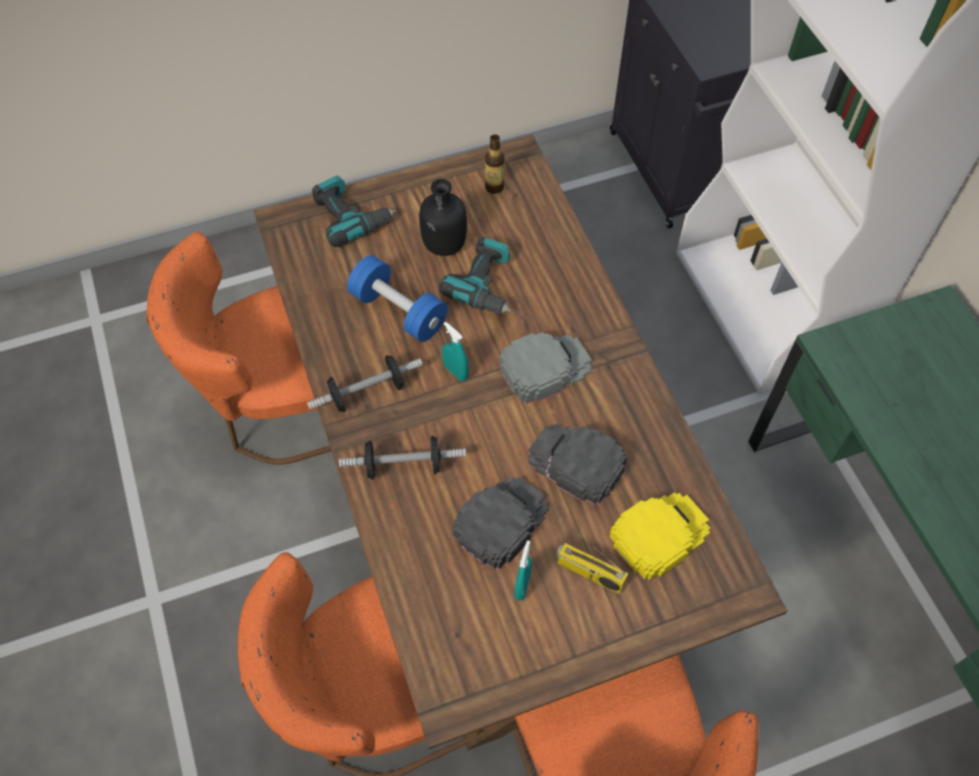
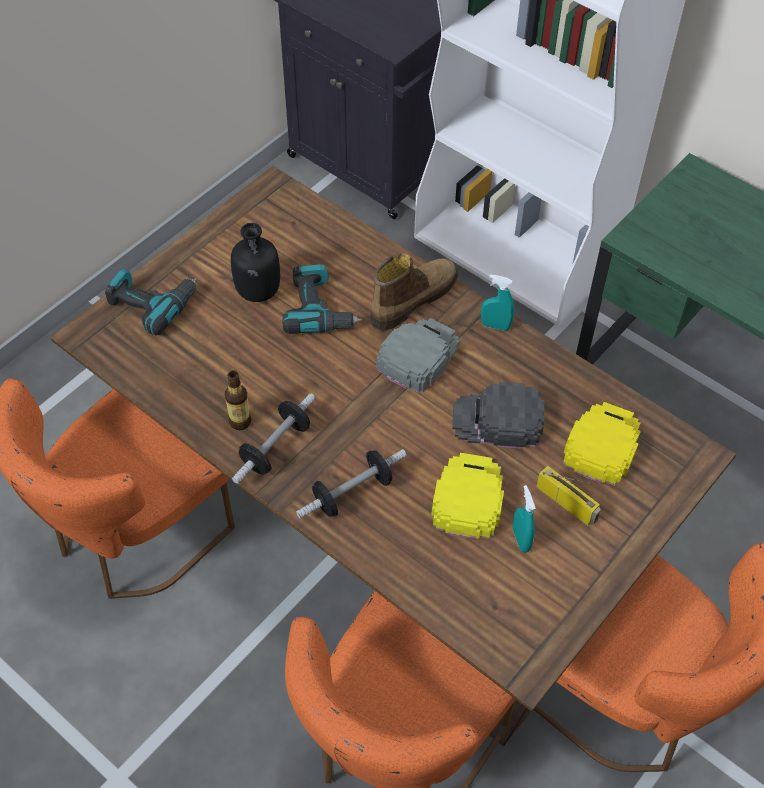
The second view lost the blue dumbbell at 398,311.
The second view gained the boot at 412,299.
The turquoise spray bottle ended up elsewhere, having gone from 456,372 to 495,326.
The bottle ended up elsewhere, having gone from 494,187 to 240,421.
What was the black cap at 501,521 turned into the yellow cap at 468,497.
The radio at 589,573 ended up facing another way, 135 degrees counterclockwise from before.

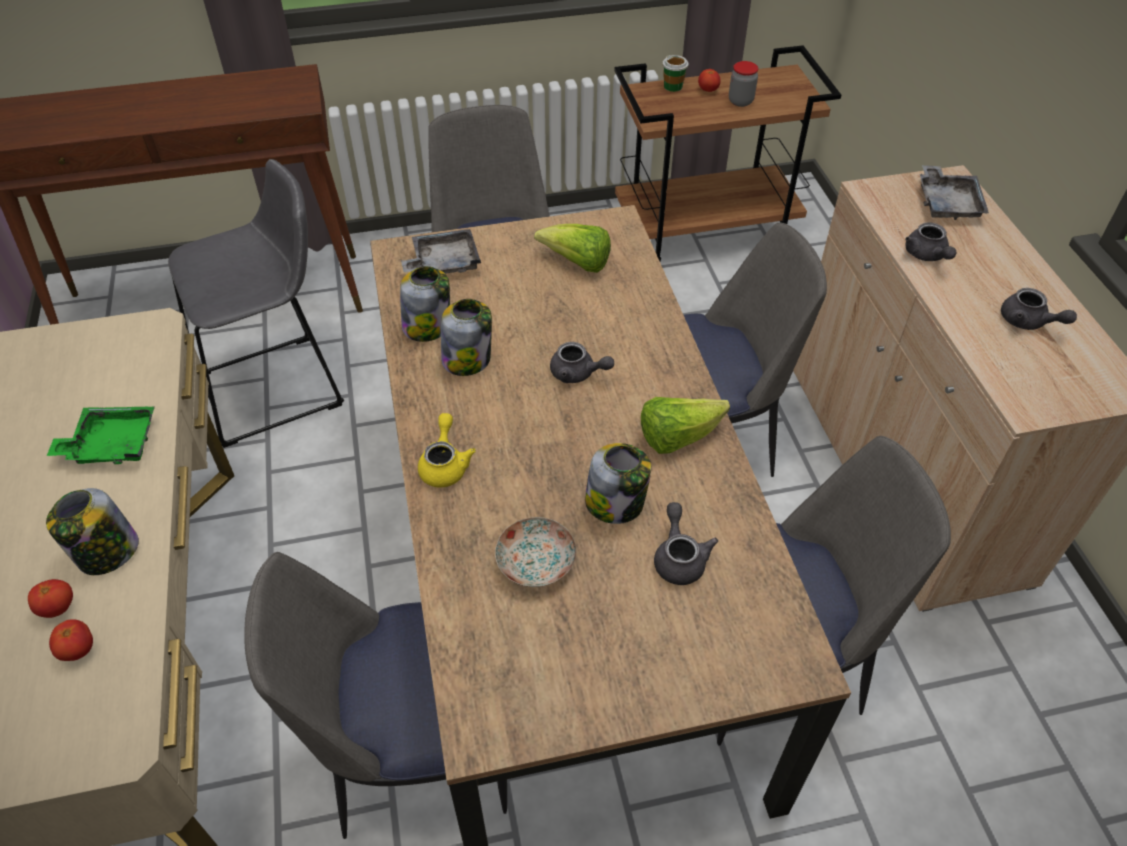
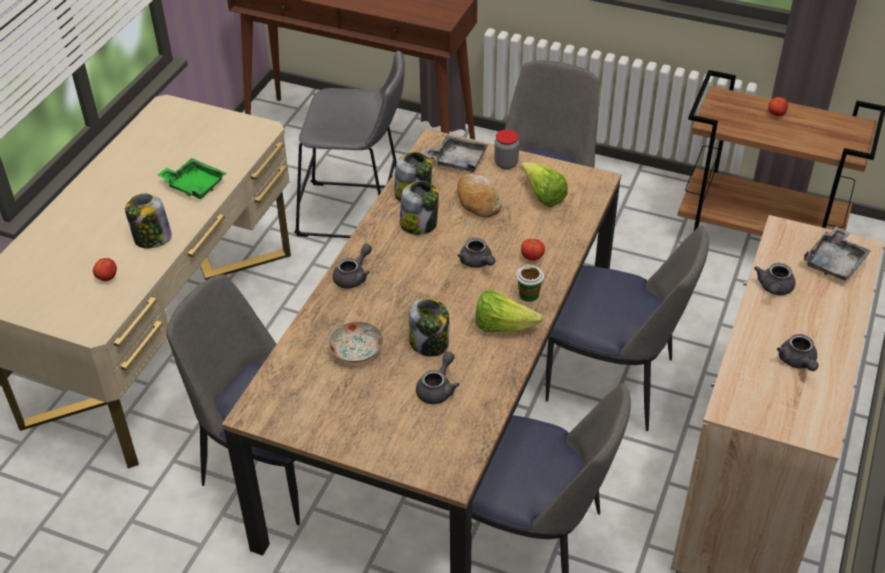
The second view gained the bread at 477,201.
The tomato ended up elsewhere, having gone from 58,608 to 532,257.
The cup ended up elsewhere, having gone from 673,86 to 529,294.
The jar ended up elsewhere, having gone from 740,101 to 506,163.
What was the yellow teapot at 445,464 turned into the grey teapot at 354,276.

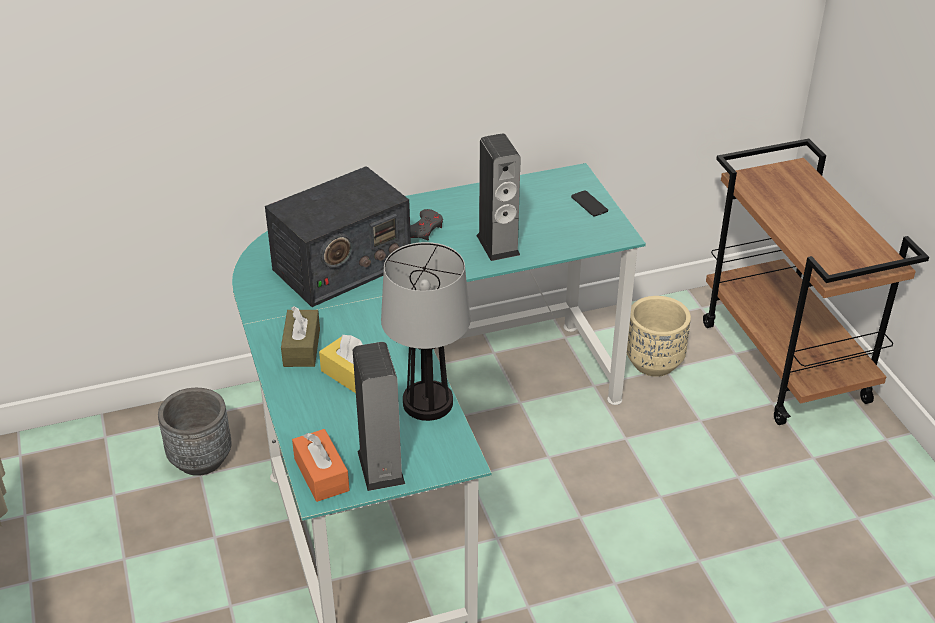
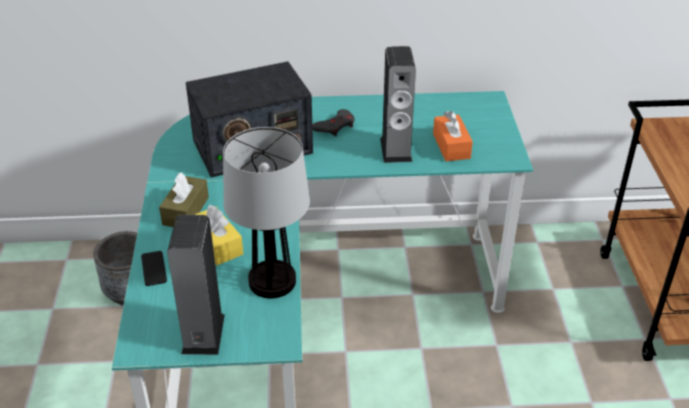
The second view lost the beige planter at 653,363.
The orange tissue box ended up elsewhere, having gone from 321,474 to 451,146.
The phone ended up elsewhere, having gone from 589,204 to 154,269.

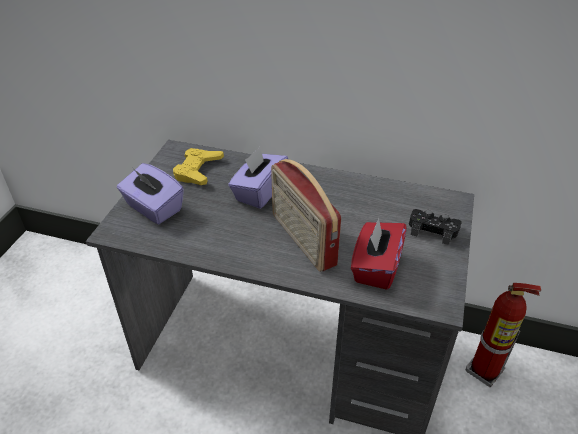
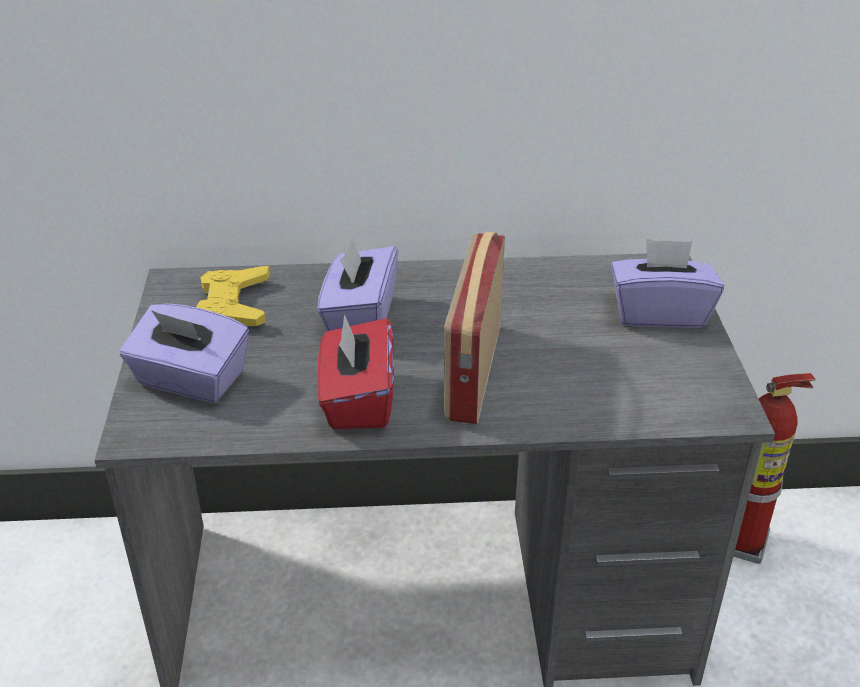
The red tissue box ended up elsewhere, having gone from 375,267 to 357,400.
Where the black game controller stood at 433,230, the purple tissue box came to stand at 659,313.
The radio at 302,240 ended up facing another way, 60 degrees clockwise from before.

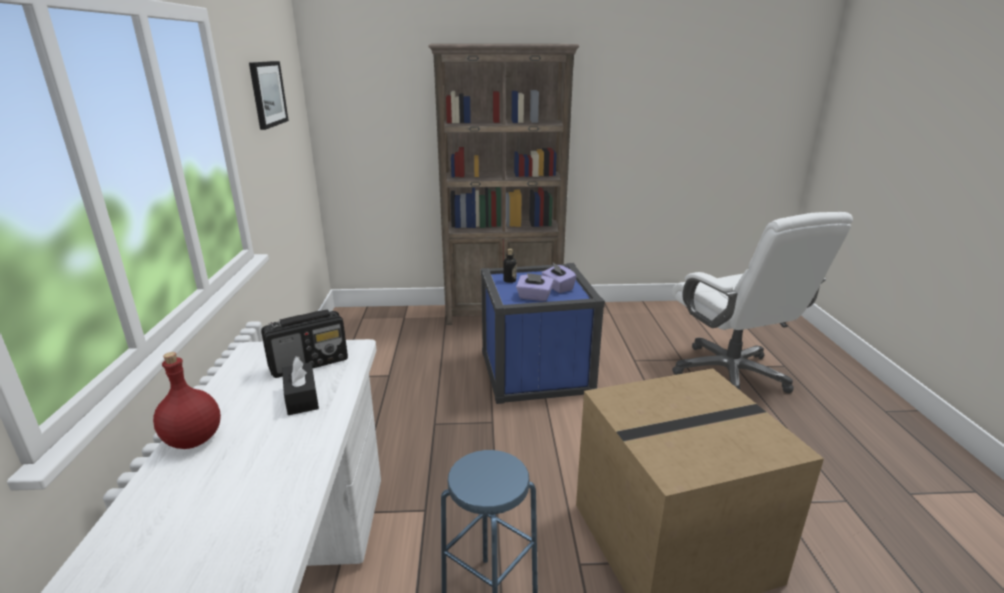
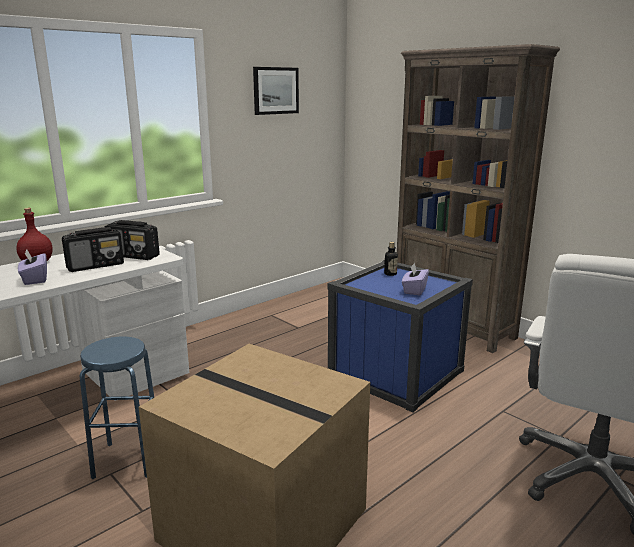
The purple tissue box ended up elsewhere, having gone from 534,297 to 35,279.
Where the black tissue box stood at 301,397, the radio came to stand at 96,266.

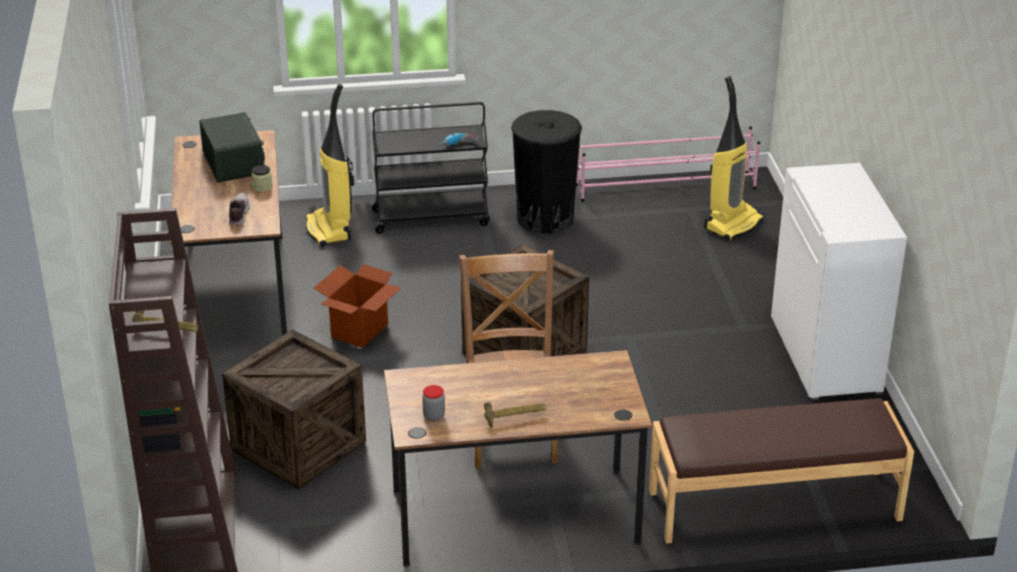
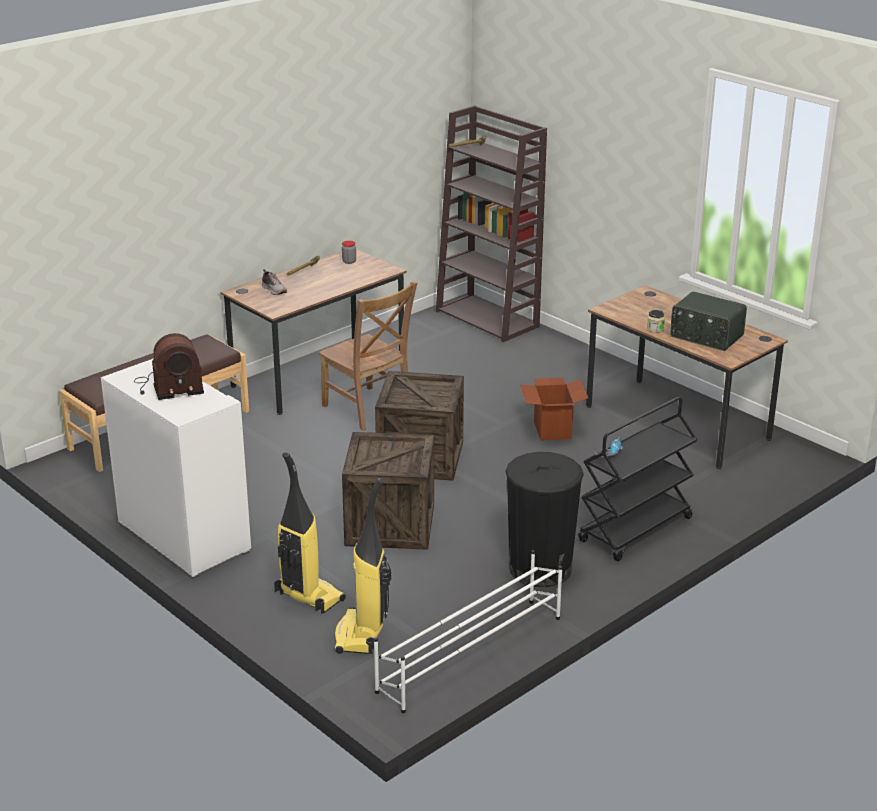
The second view gained the radio at 168,386.
The crate ended up elsewhere, having gone from 298,445 to 390,524.
The shoe ended up elsewhere, having gone from 238,214 to 274,290.
The vacuum cleaner ended up elsewhere, having gone from 330,230 to 308,597.
What was the pink shoe rack at 666,186 turned into the white shoe rack at 469,654.

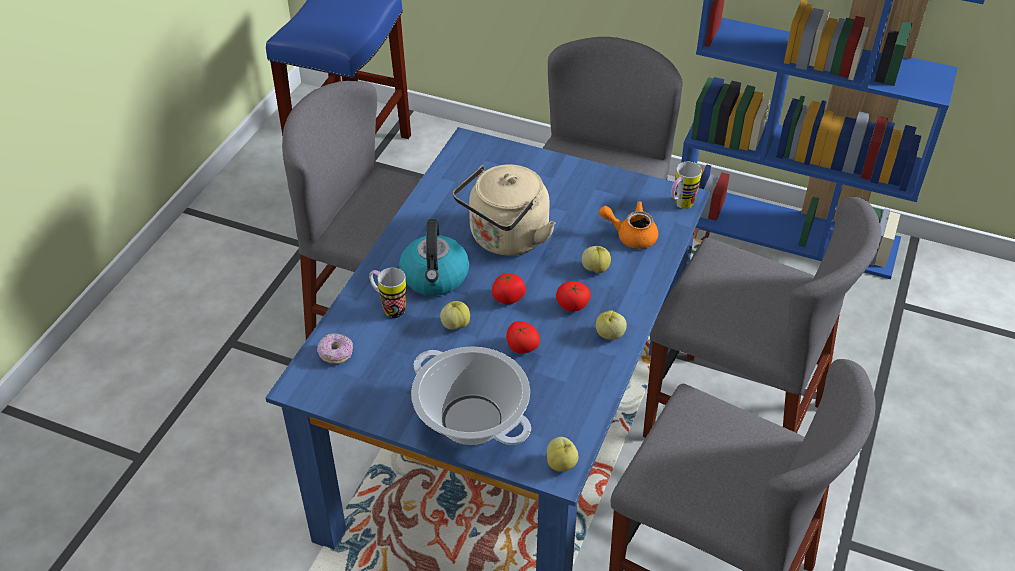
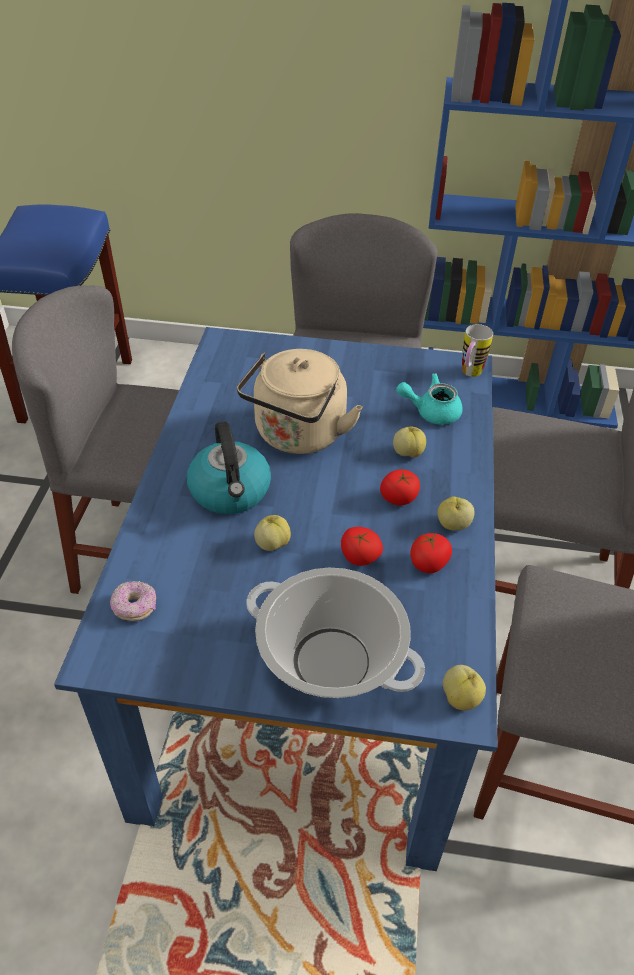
The second view lost the mug at 389,308.
The tomato ended up elsewhere, having gone from 508,298 to 429,564.
What was the orange teapot at 631,235 turned into the turquoise teapot at 431,411.

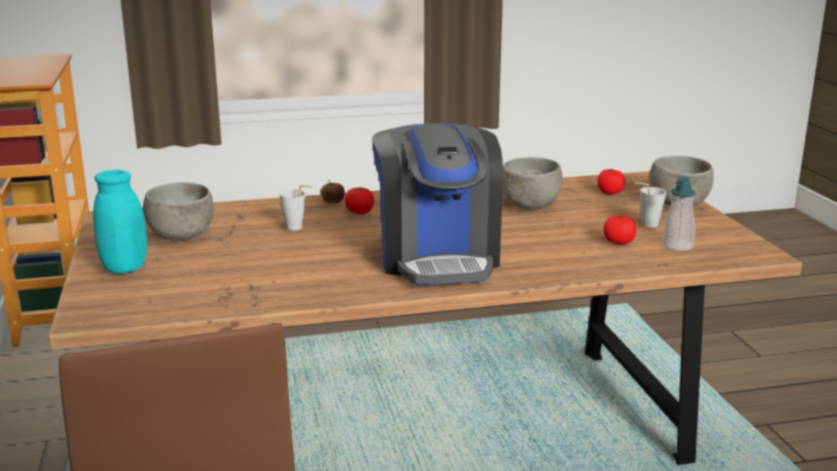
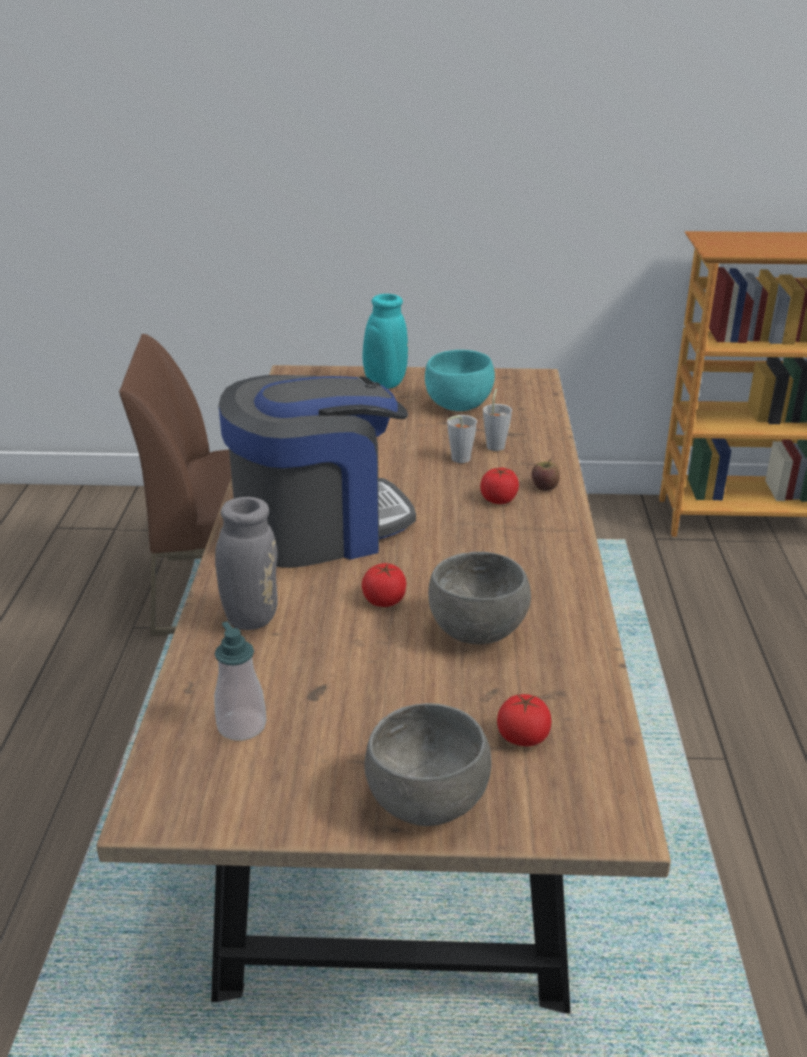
The second view gained the grey vase at 249,617.
The tomato ended up elsewhere, having gone from 618,242 to 384,600.
The grey cup ended up elsewhere, having gone from 645,224 to 496,445.
What was the grey bowl at 180,237 turned into the turquoise bowl at 458,405.
The coffee machine at 438,258 ended up facing another way, 150 degrees clockwise from before.

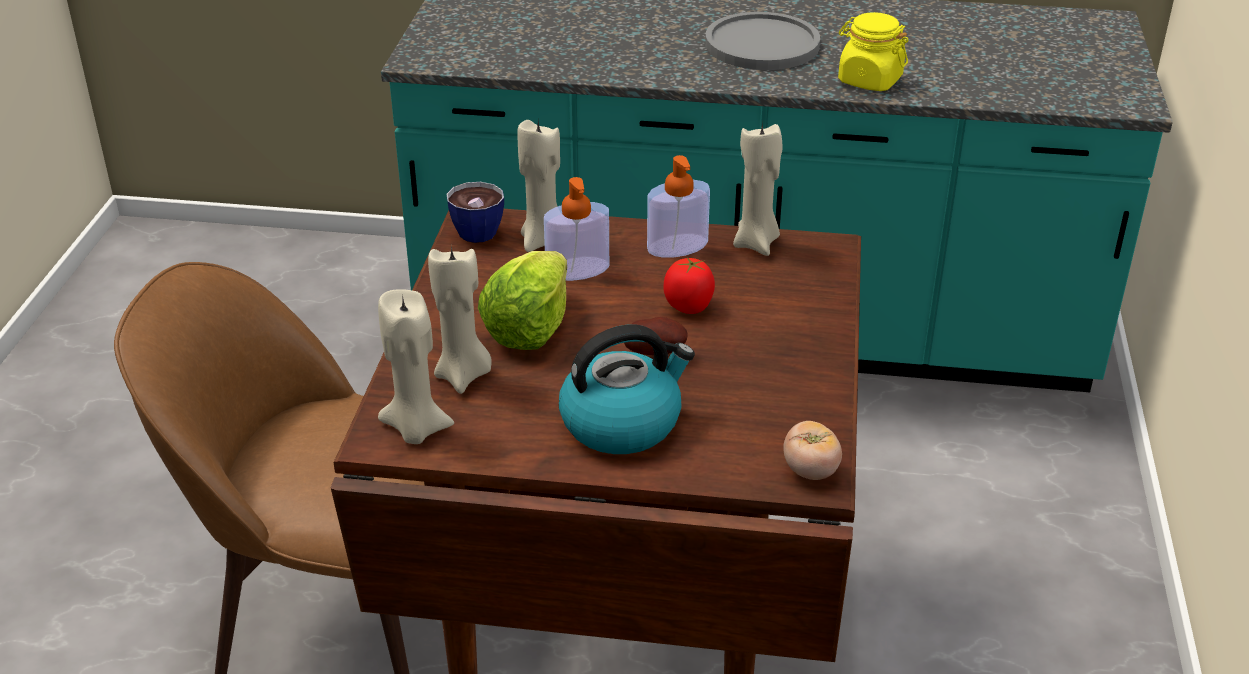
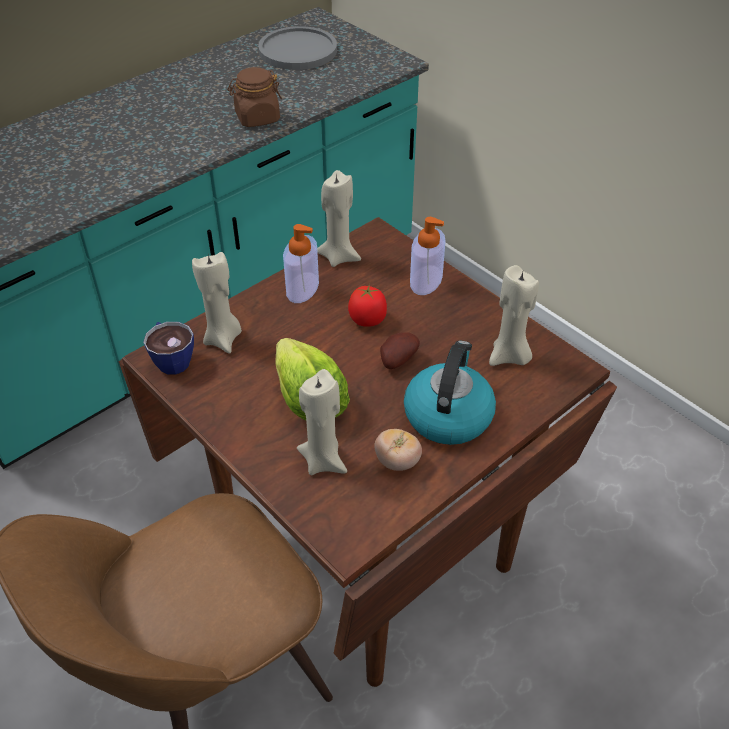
The beige candle ended up elsewhere, having gone from 416,429 to 509,356.
The soap dispenser ended up elsewhere, having gone from 577,269 to 426,280.
The grey plate ended up elsewhere, having gone from 762,44 to 298,50.
The tomato ended up elsewhere, having gone from 810,471 to 397,461.
What was the yellow jar at 869,80 turned into the brown jar at 257,118.

